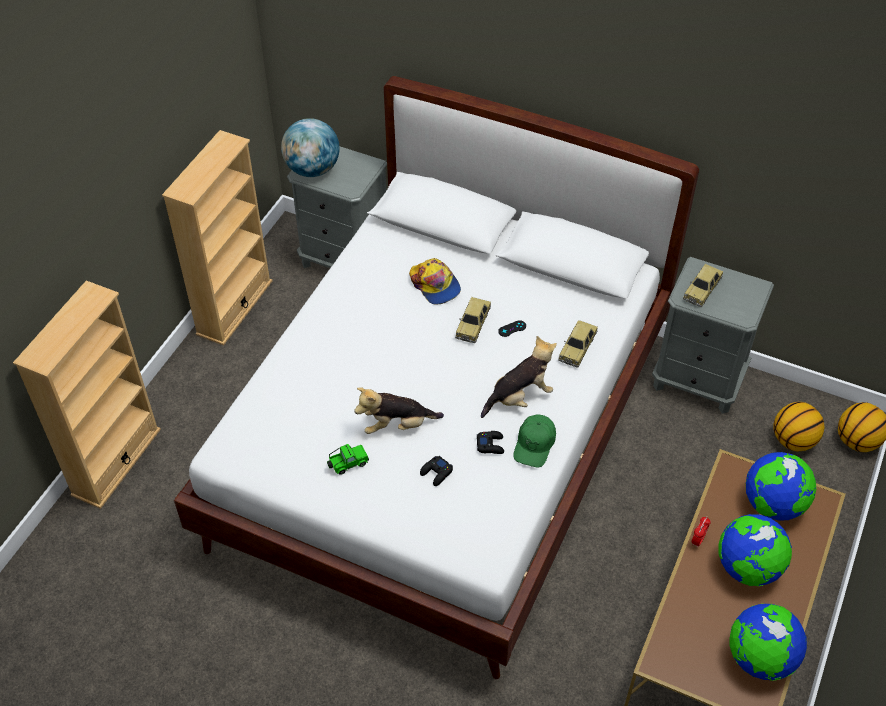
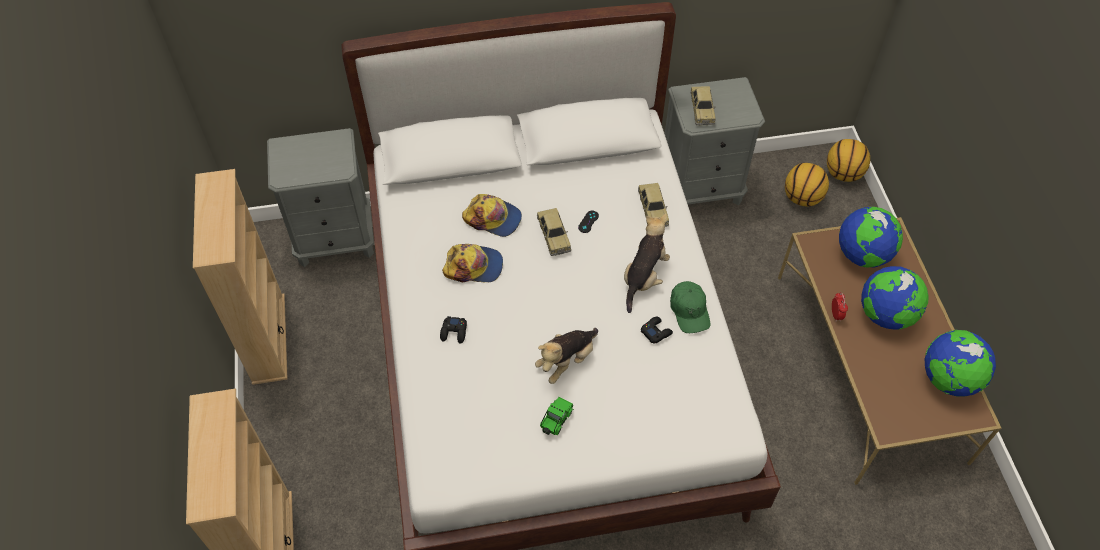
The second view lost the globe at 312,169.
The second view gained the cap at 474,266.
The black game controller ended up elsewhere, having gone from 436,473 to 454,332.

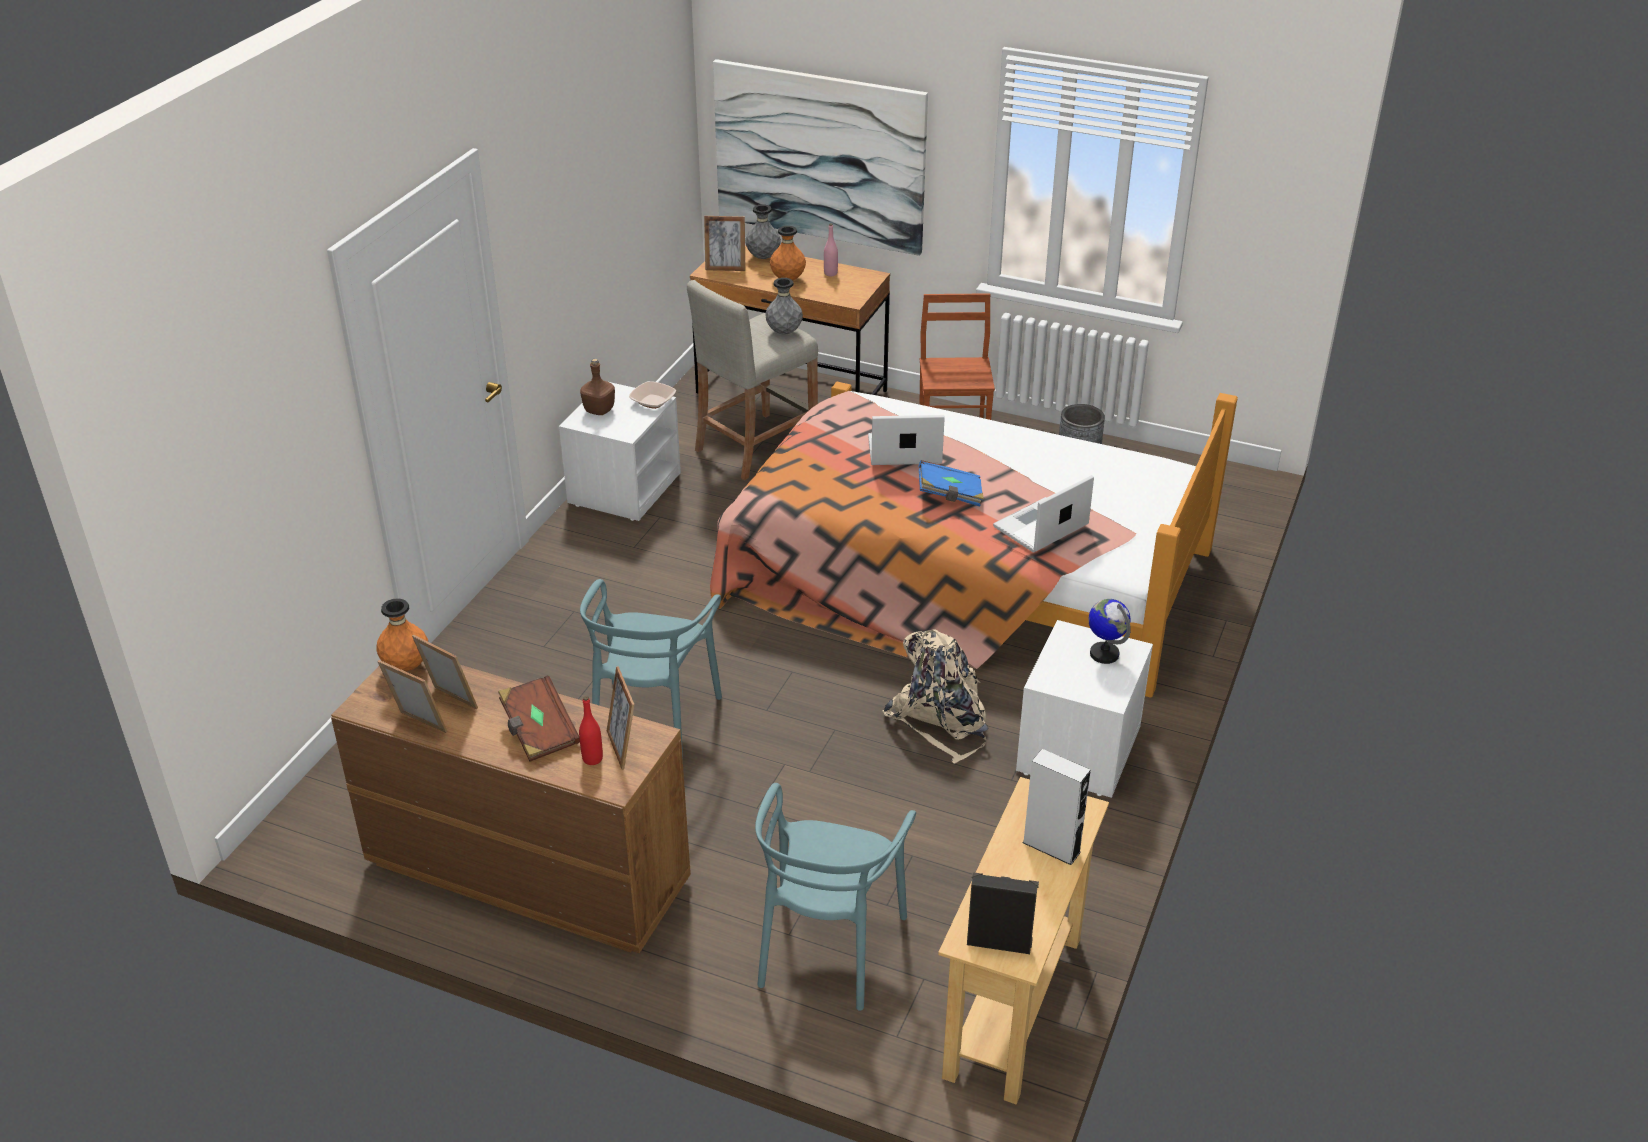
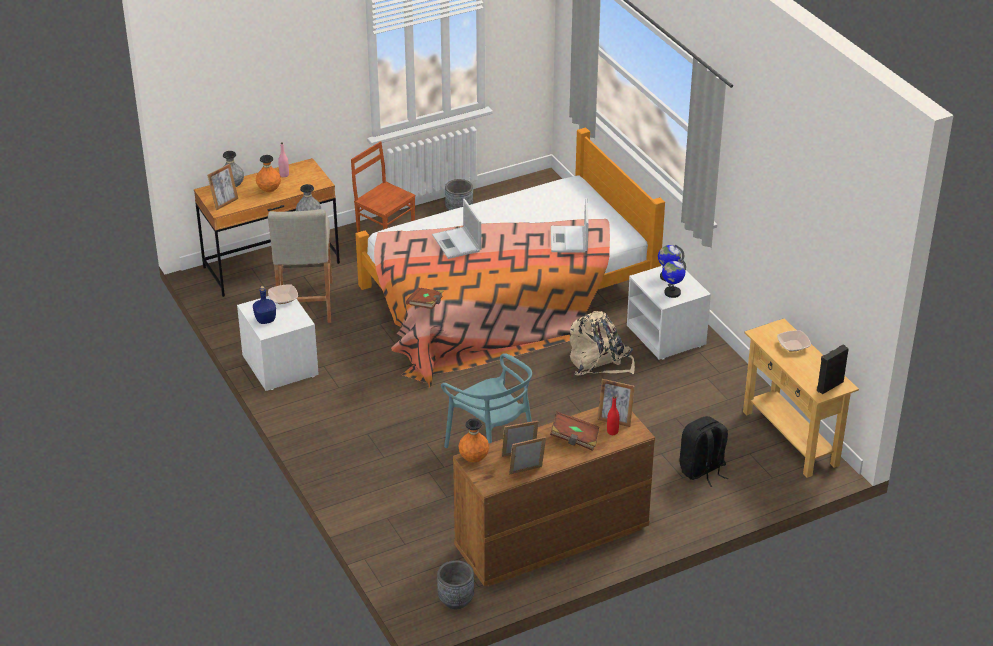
The second view lost the picture at 819,157.
The second view lost the blue book at 950,495.
The second view gained the brown book at 426,305.
The second view gained the grey planter at 456,600.
The second view gained the globe at 672,292.
Where the turquoise chair stood at 828,947, the black backpack came to stand at 702,470.
Where the grey speaker stood at 1051,847, the bowl came to stand at 793,345.
What was the brown bottle at 600,410 turned into the blue bottle at 266,320.
The laptop at 902,451 ended up facing another way, 60 degrees counterclockwise from before.

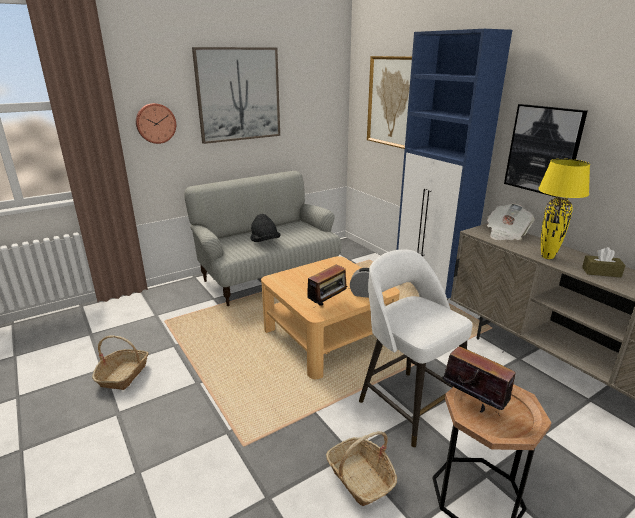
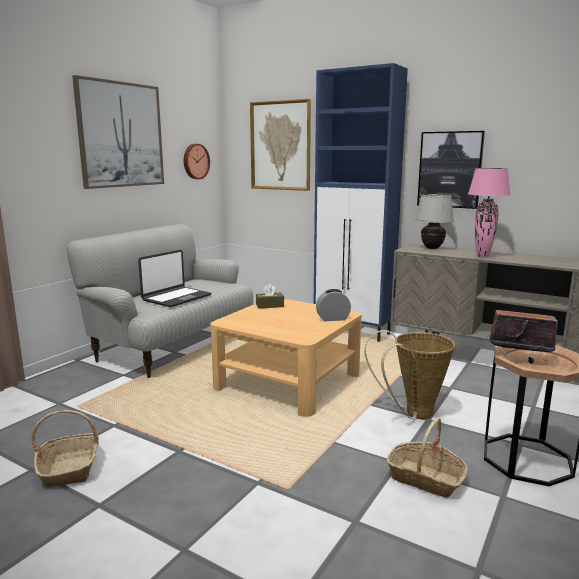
The second view lost the radio at 328,304.
The wall clock ended up elsewhere, having gone from 155,123 to 195,161.
The brown tissue box ended up elsewhere, having gone from 601,272 to 270,306.
Where the black hat stood at 265,242, the laptop came to stand at 176,298.
Where the white stool stood at 408,404, the basket came to stand at 413,414.
Where the newspaper stood at 506,234, the white table lamp came to stand at 432,248.
What was the yellow table lamp at 547,257 turned into the pink table lamp at 482,256.

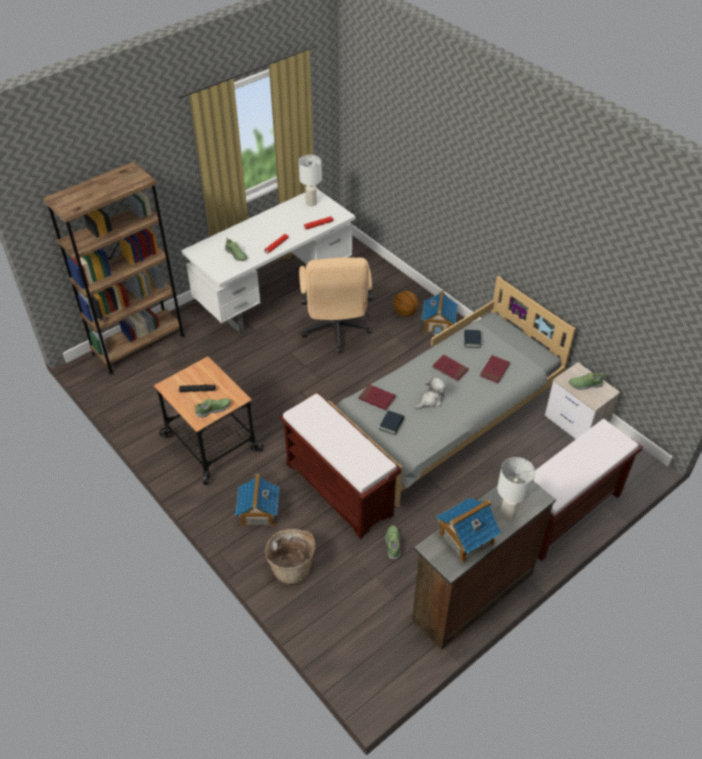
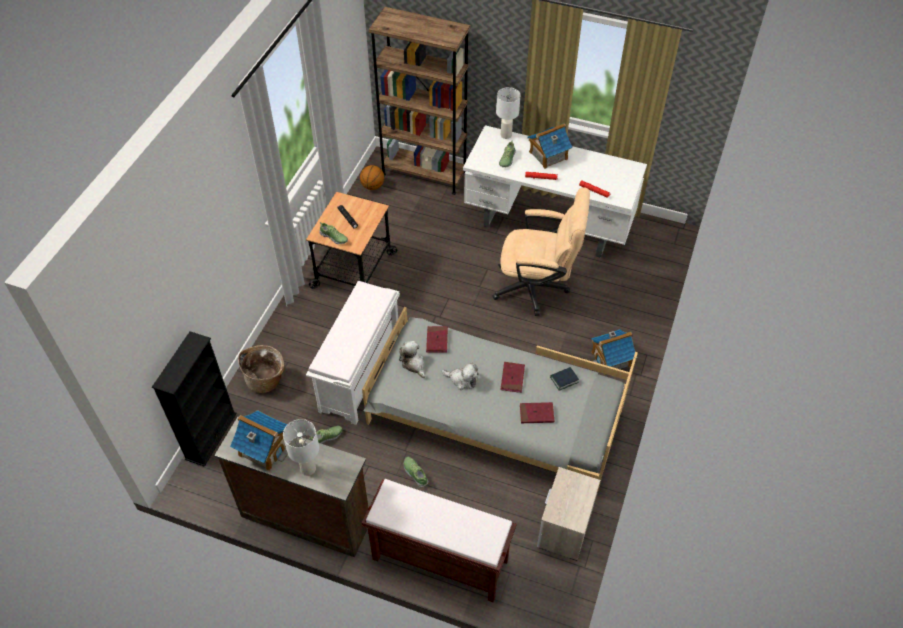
The second view gained the black bookcase at 211,436.
The toy house ended up elsewhere, having gone from 258,512 to 548,155.
The white table lamp ended up elsewhere, having gone from 311,203 to 506,135.
The basketball ended up elsewhere, having gone from 405,313 to 372,186.
The shoe ended up elsewhere, having gone from 585,384 to 415,473.
Where the book stood at 391,424, the plush toy came to stand at 413,364.
What was the brown bench at 340,490 turned into the white bench at 360,375.
The beige office chair at 336,332 ended up facing another way, 135 degrees counterclockwise from before.

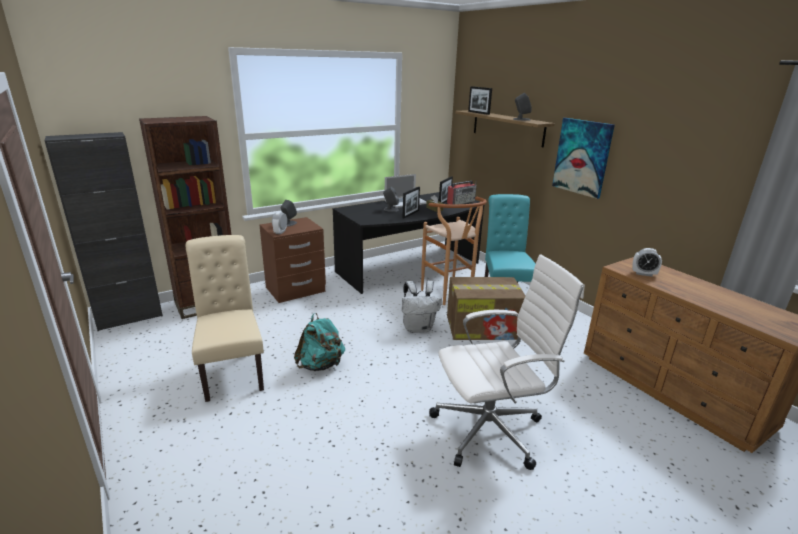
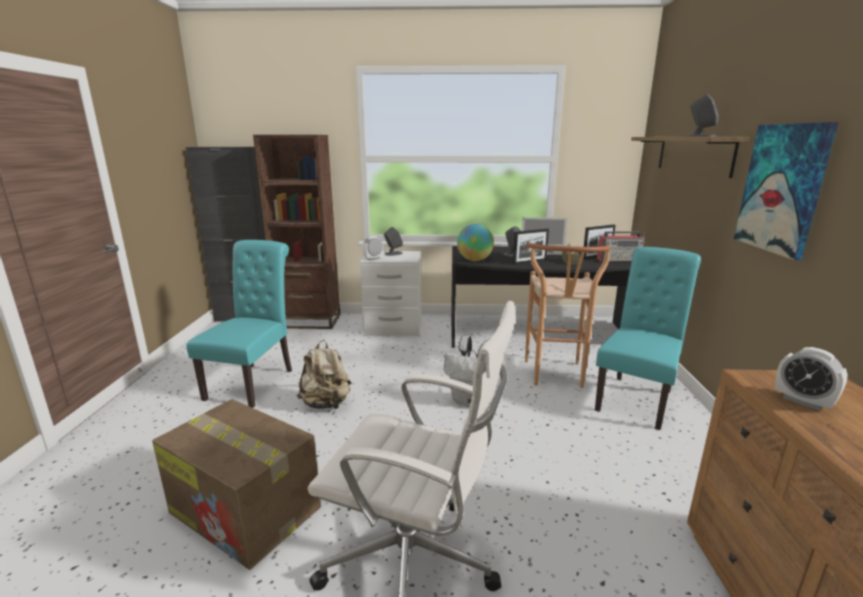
The second view lost the picture frame at 478,113.
The second view gained the globe at 474,260.
The cardboard box ended up elsewhere, having gone from 483,327 to 247,510.
What was the beige chair at 233,370 turned into the turquoise chair at 254,381.
What was the brown nightstand at 296,290 turned into the white nightstand at 393,328.
What was the turquoise backpack at 321,365 turned into the beige backpack at 326,404.

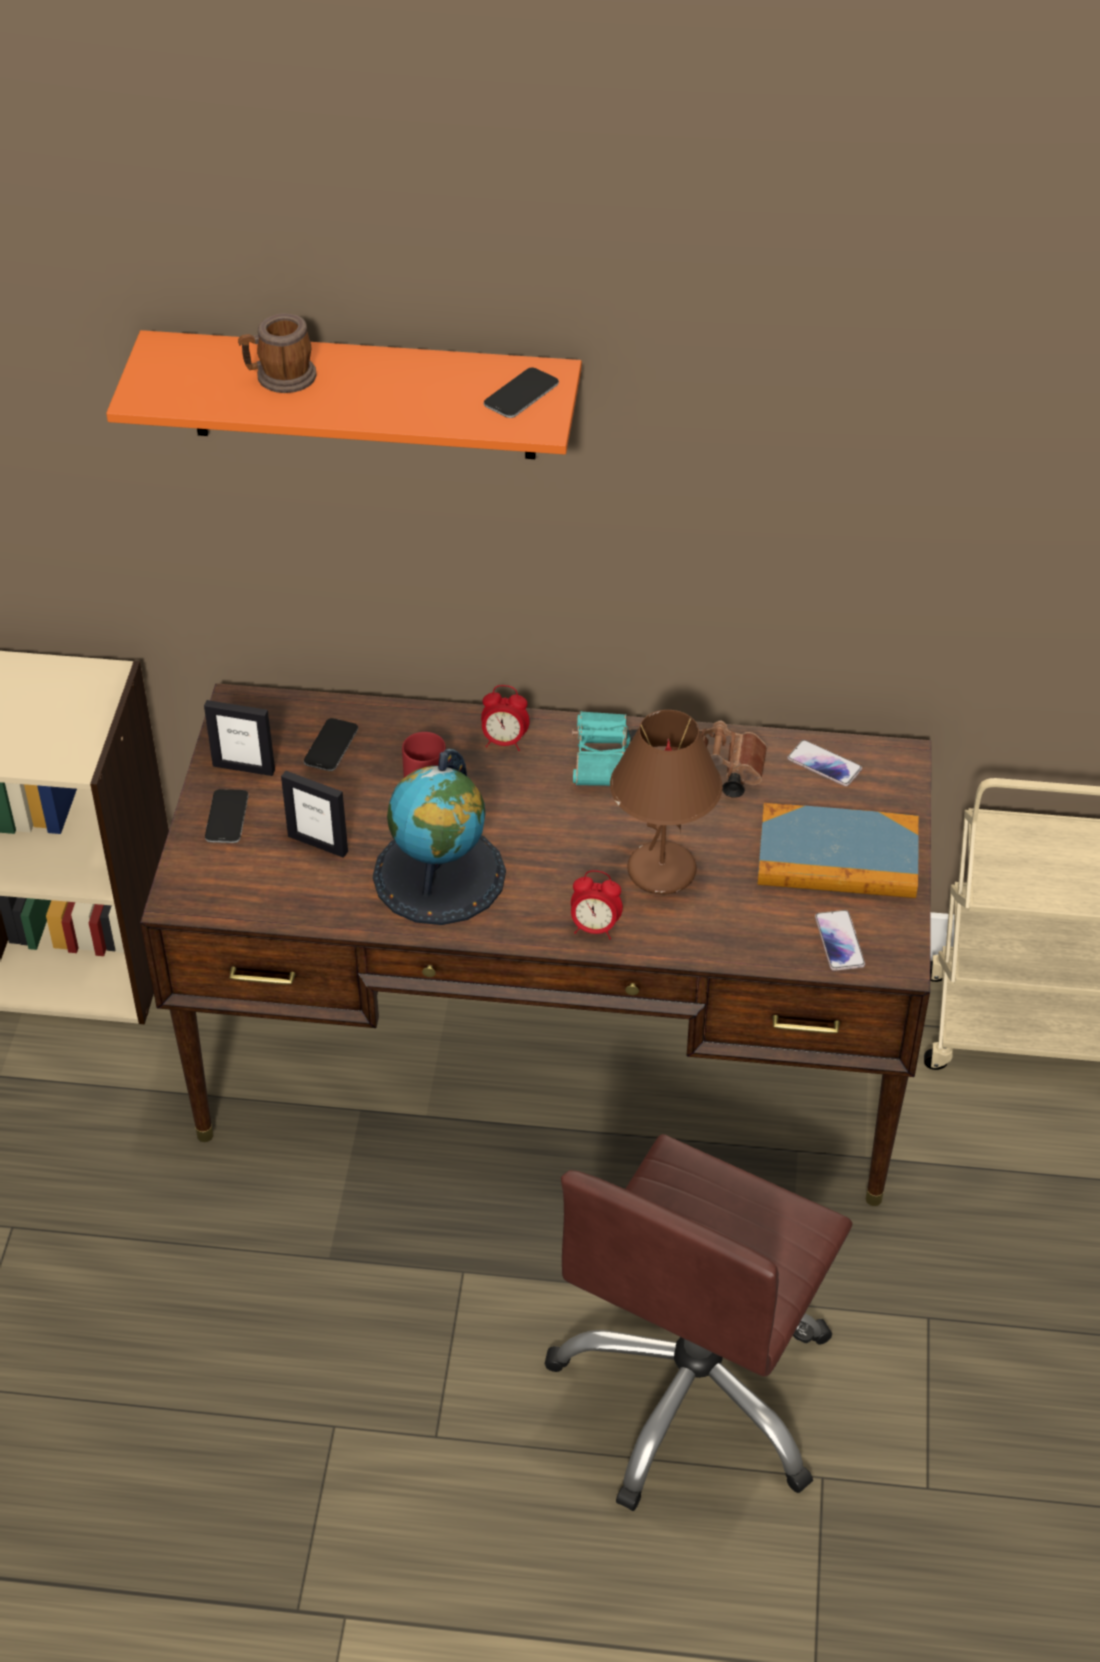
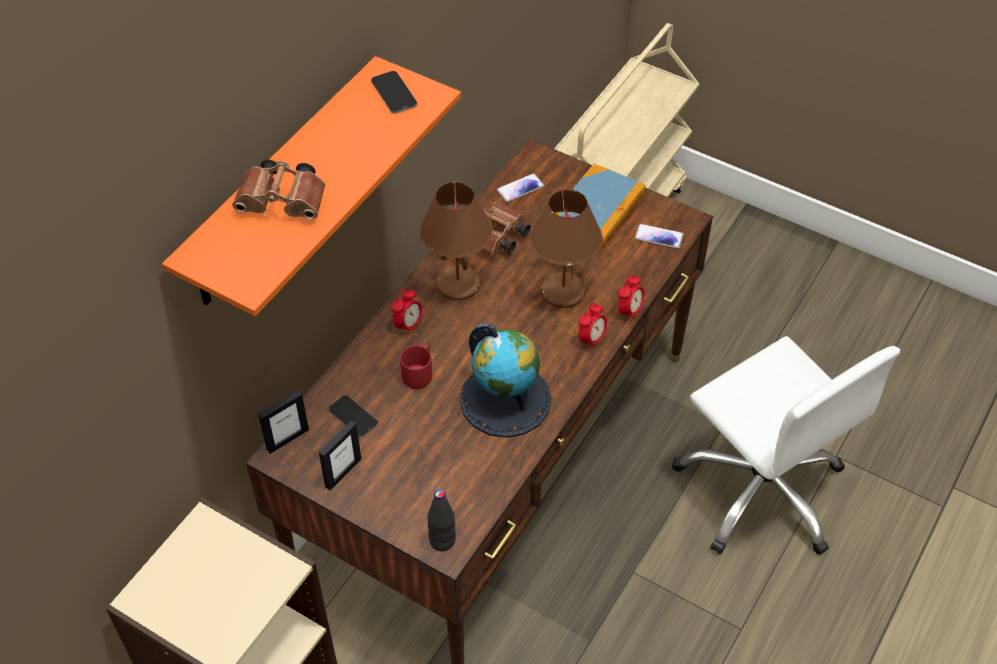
The second view lost the phone at 227,817.
The second view gained the black bottle at 442,541.
The second view gained the alarm clock at 629,311.
The picture frame ended up elsewhere, having gone from 318,843 to 287,439.
Where the mug stood at 279,378, the brown binoculars came to stand at 285,203.
Where the turquoise binoculars stood at 605,764, the brown table lamp came to stand at 459,284.
What was the brown office chair at 696,1390 turned into the white office chair at 761,489.

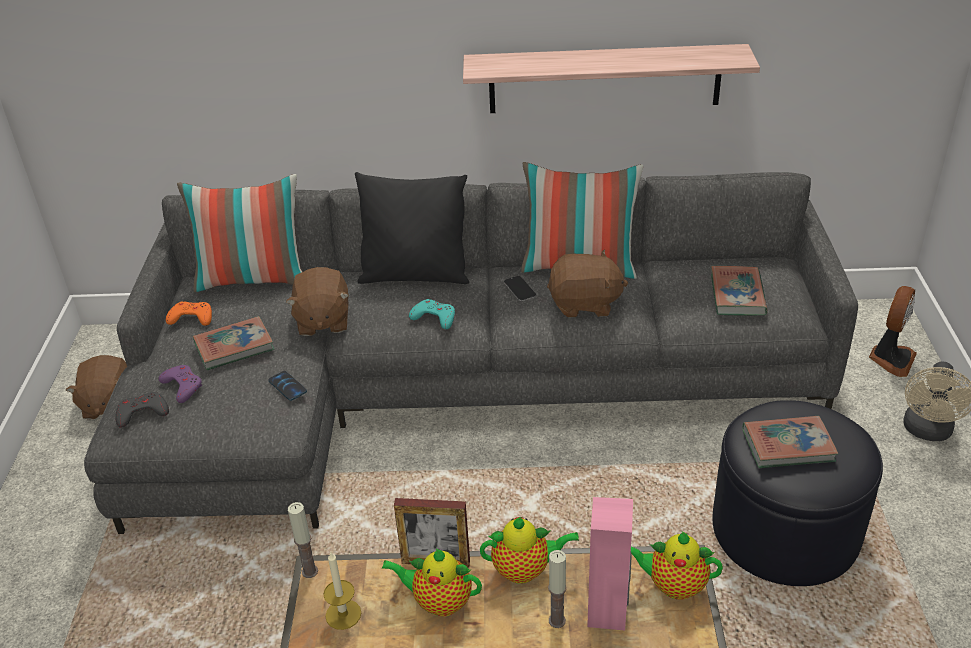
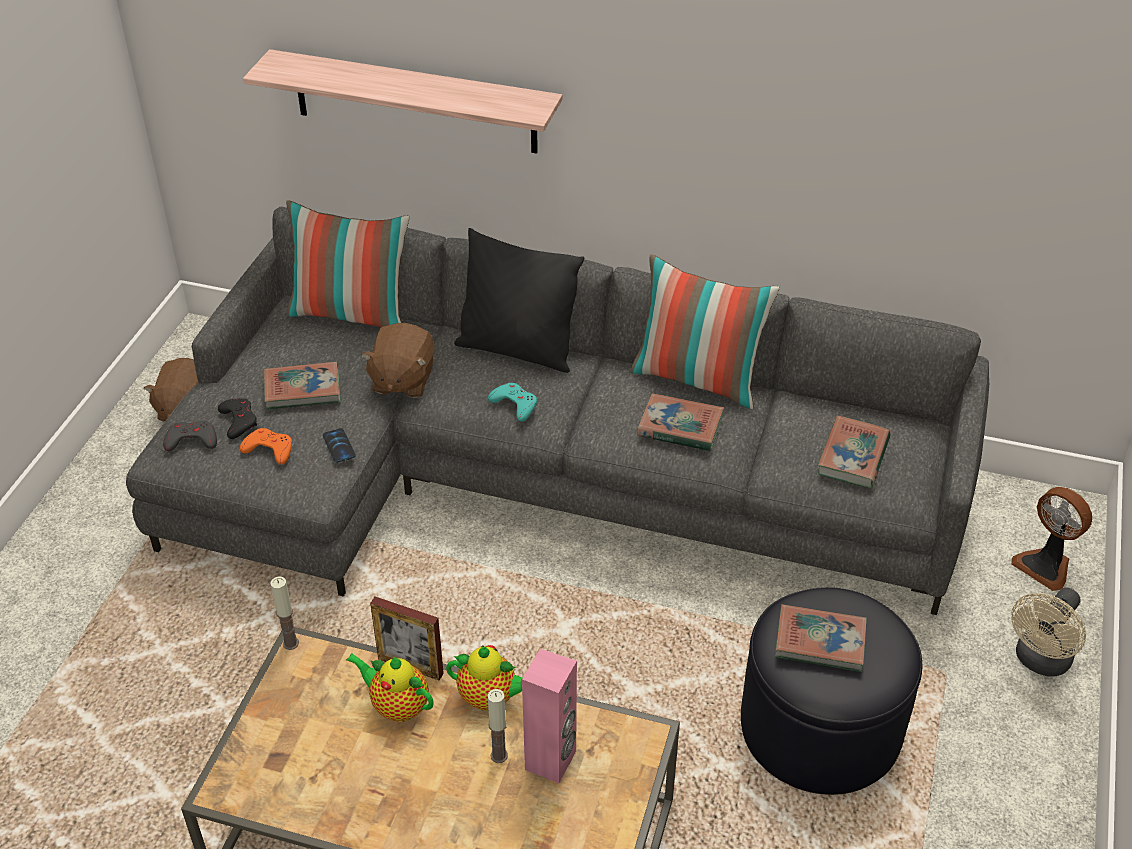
The second view lost the candle at 343,614.
The second view lost the phone at 519,289.
The second view lost the teapot at 672,585.
The orange game controller ended up elsewhere, having gone from 191,317 to 269,449.
The shelf ended up elsewhere, having gone from 604,79 to 415,102.
Where the brown plush toy stood at 585,304, the book came to stand at 680,427.
What was the purple game controller at 182,386 turned into the black game controller at 238,421.
The fan at 891,359 ended up facing another way, 90 degrees clockwise from before.

